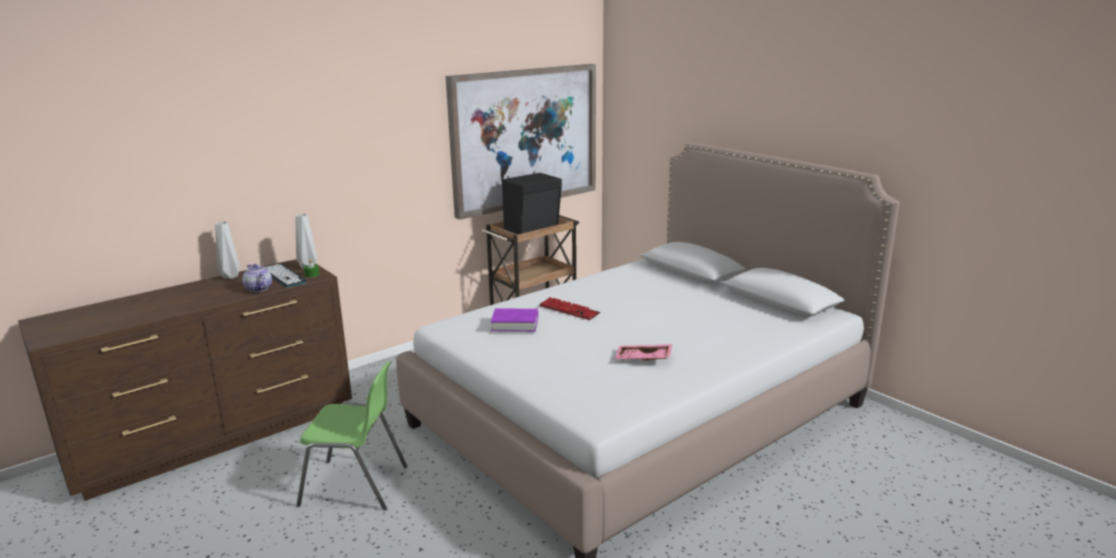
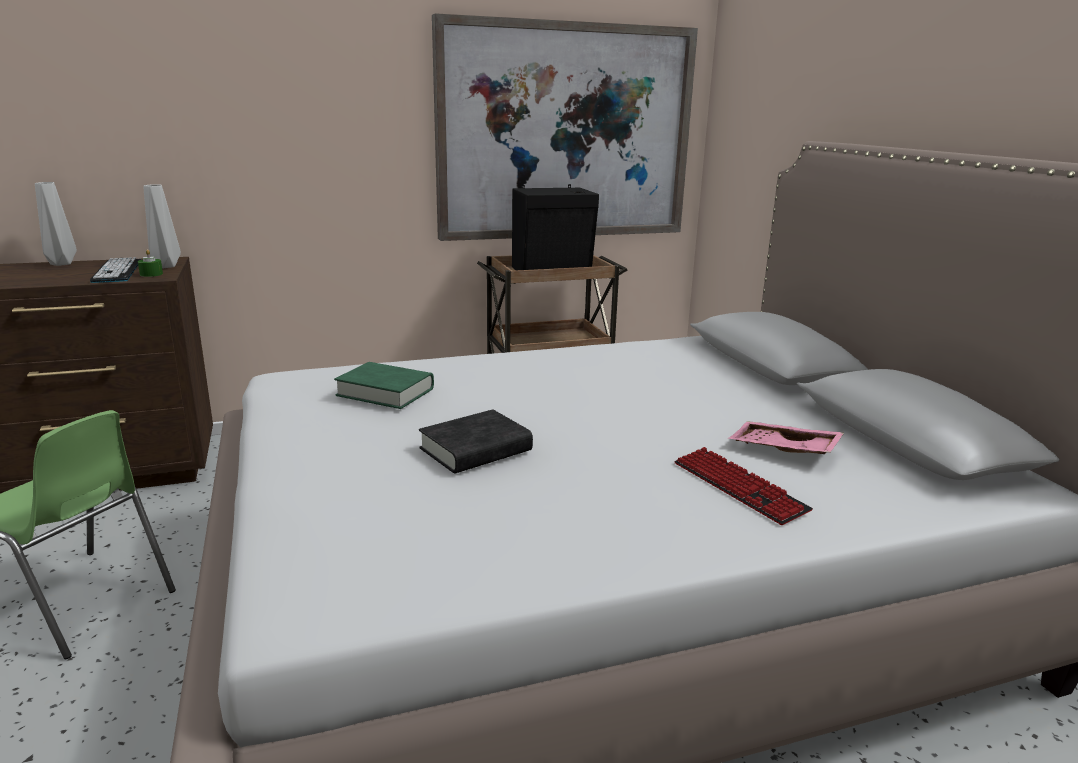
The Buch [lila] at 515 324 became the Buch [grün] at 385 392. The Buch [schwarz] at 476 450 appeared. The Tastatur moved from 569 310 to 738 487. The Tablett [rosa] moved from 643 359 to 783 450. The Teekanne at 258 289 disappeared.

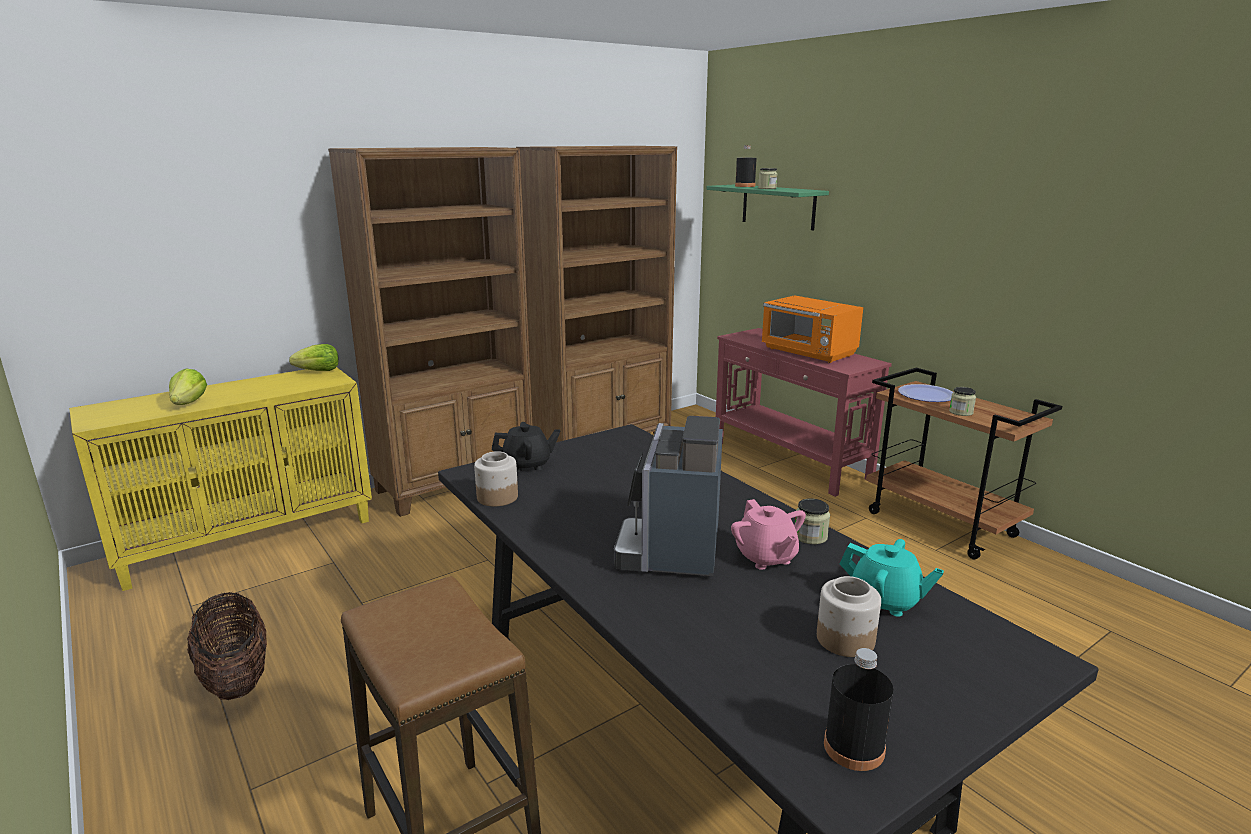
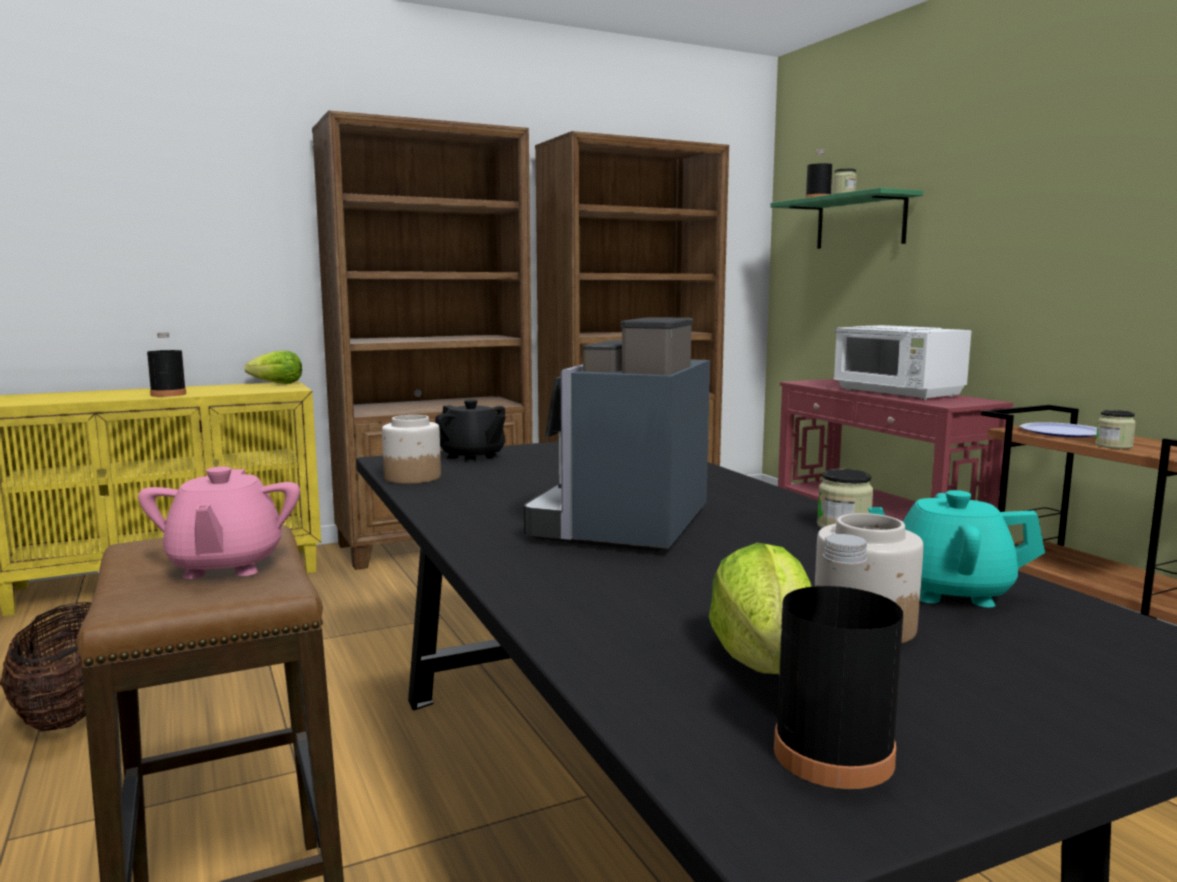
The Teekanne [rosa] moved from 766 557 to 225 566. The Flasche [schwarz] at 168 394 appeared. The Teekanne [schwarz] at 527 465 turned 45 degrees clockwise. The Salatkopf moved from 188 403 to 765 662. The Mikrowelle [orange] at 809 353 became the Mikrowelle [weiß] at 898 393. The Teekanne [türkis] at 885 601 turned 150 degrees clockwise.

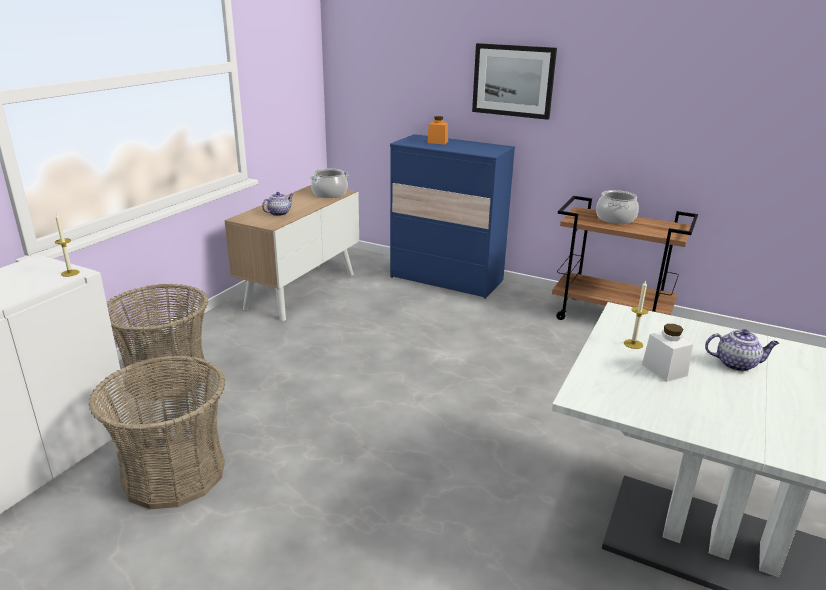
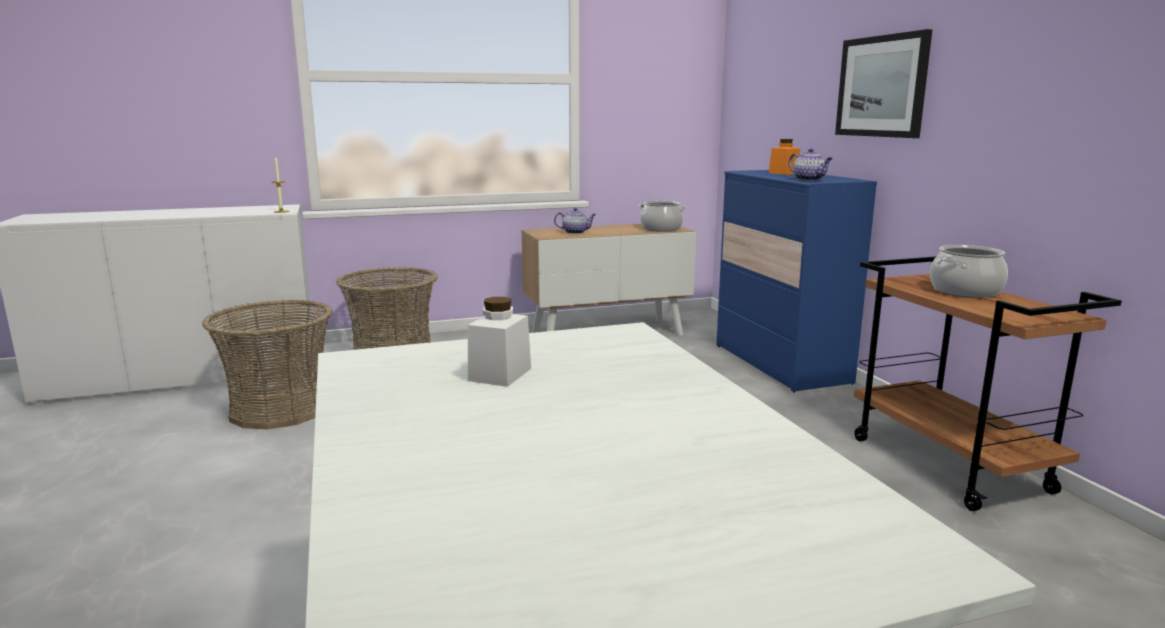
The Teekanne moved from 737 364 to 809 179. The Kerze at 633 344 disappeared.

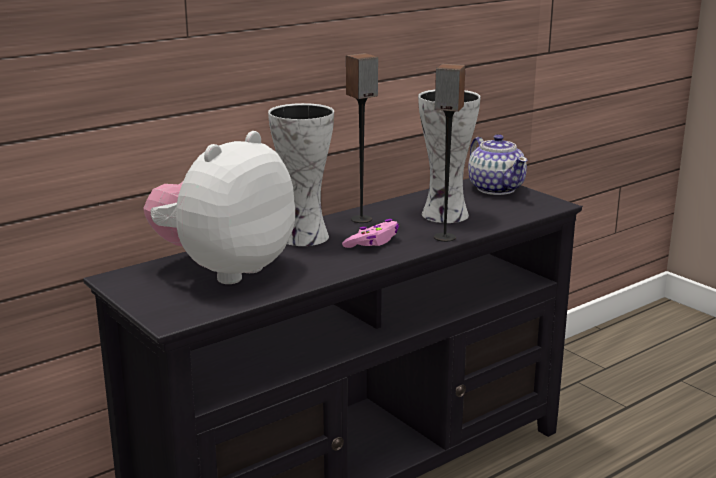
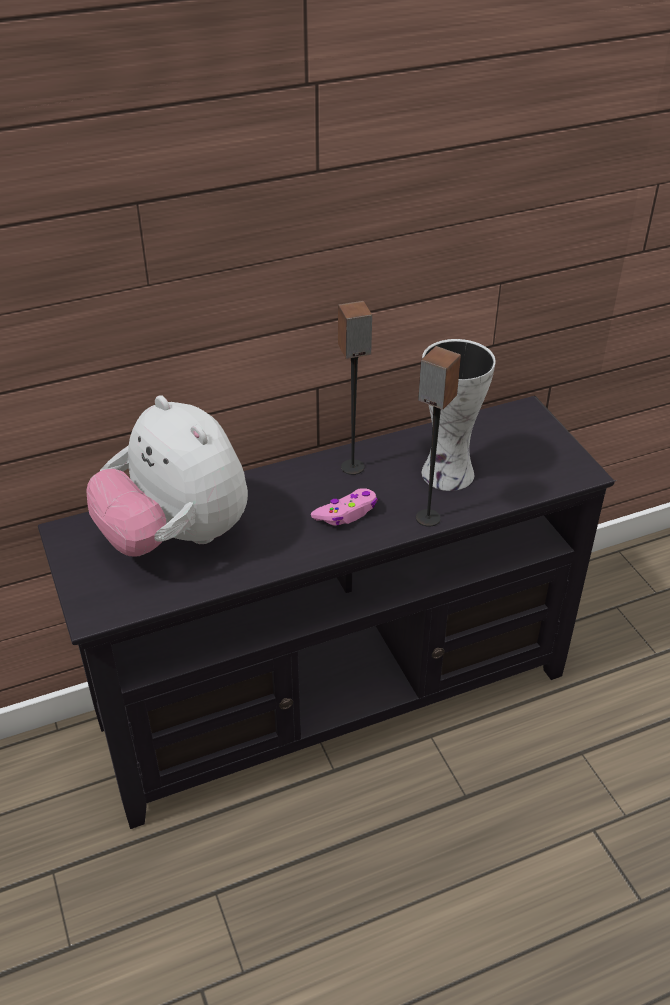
The Plüschtier at 225 270 turned 90 degrees counterclockwise. The Vase at 301 237 disappeared. The Teekanne at 496 188 disappeared.

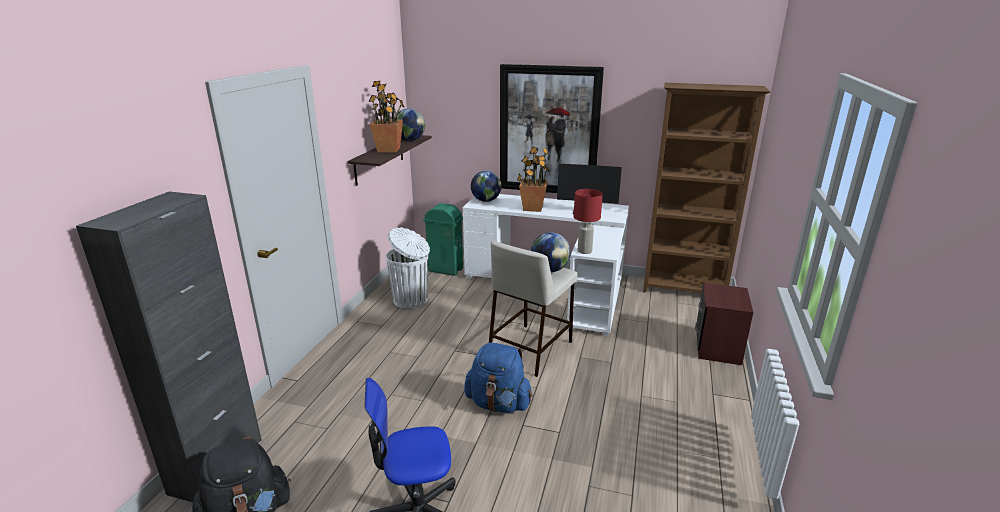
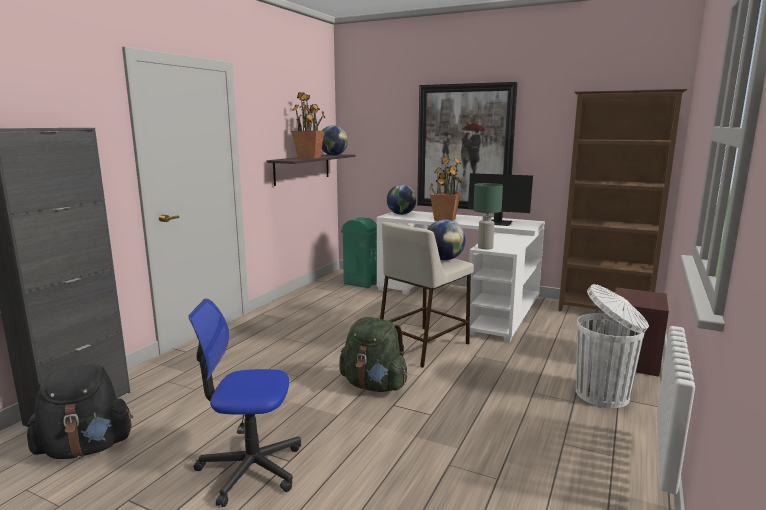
The Rucksack [blau] at 498 404 became the Rucksack [grün] at 374 385. The Tischlampe [rot] at 585 251 became the Tischlampe [grün] at 485 248. The Mülleimer [weiß] moved from 411 300 to 604 395.

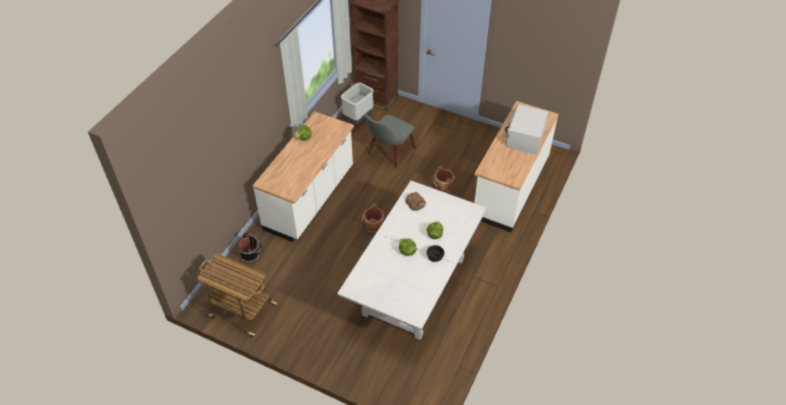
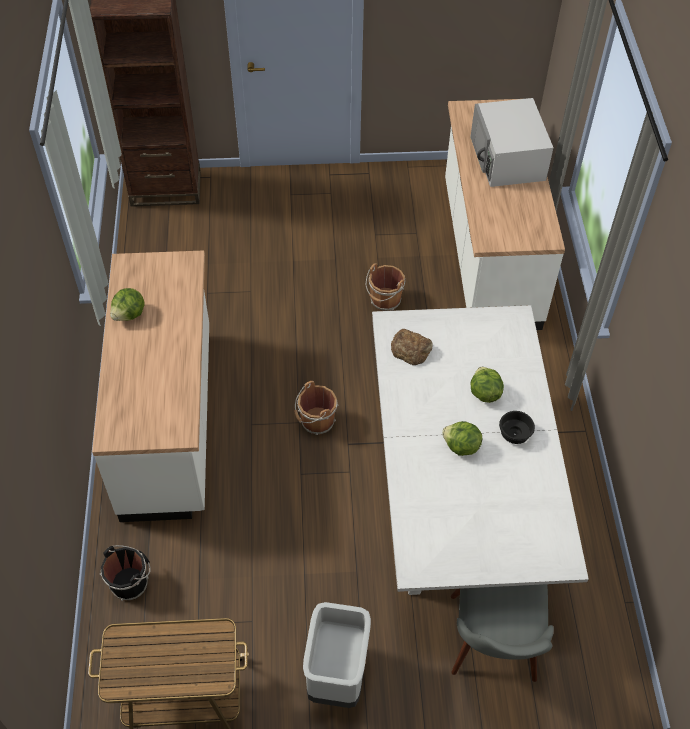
The Mülleimer [grau] moved from 358 119 to 336 675. The Stuhl [grau] moved from 388 154 to 494 651.

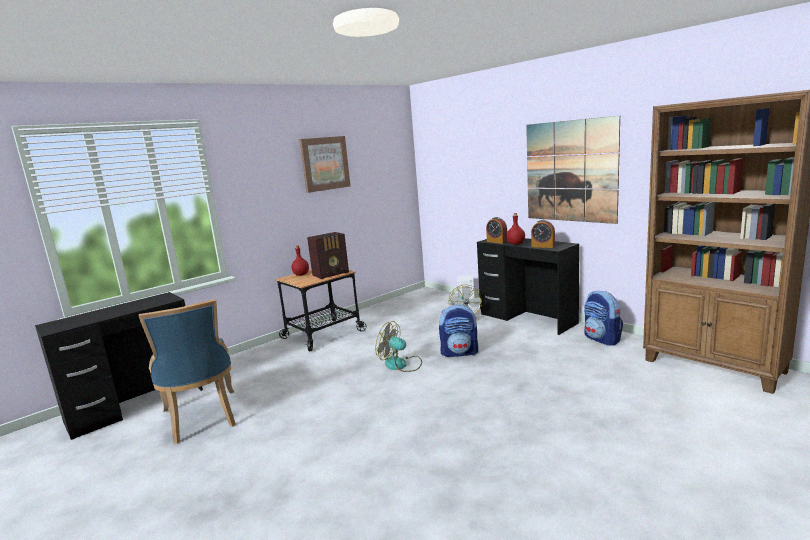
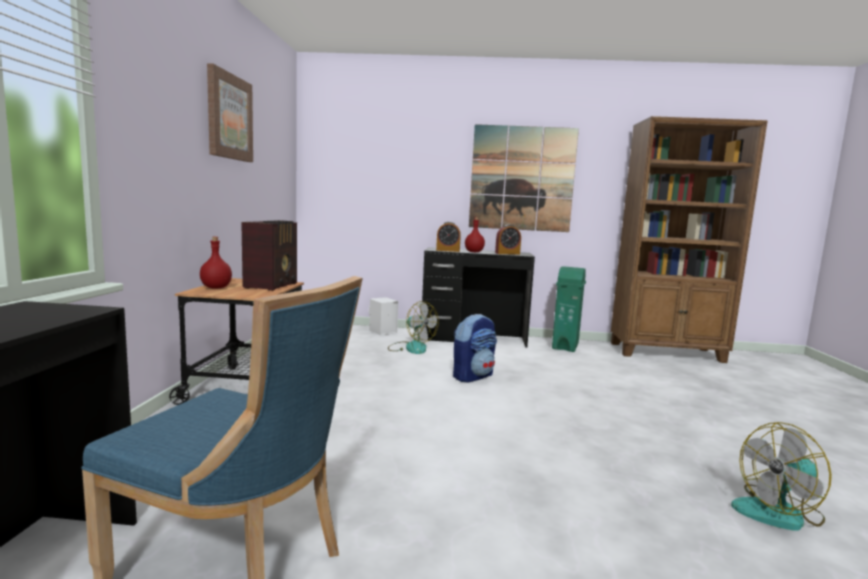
The Rucksack at 602 339 was replaced by the Mülleimer [grün] at 565 346. The Ventilator moved from 401 365 to 779 512.

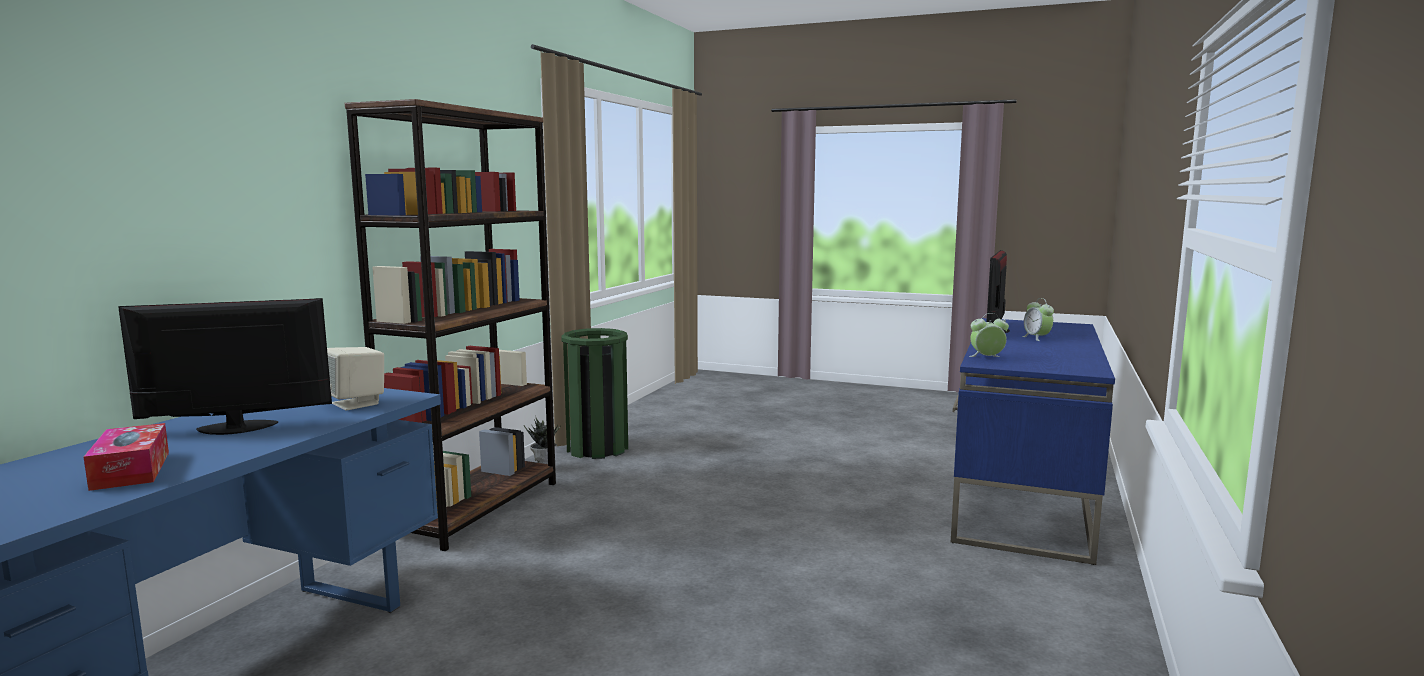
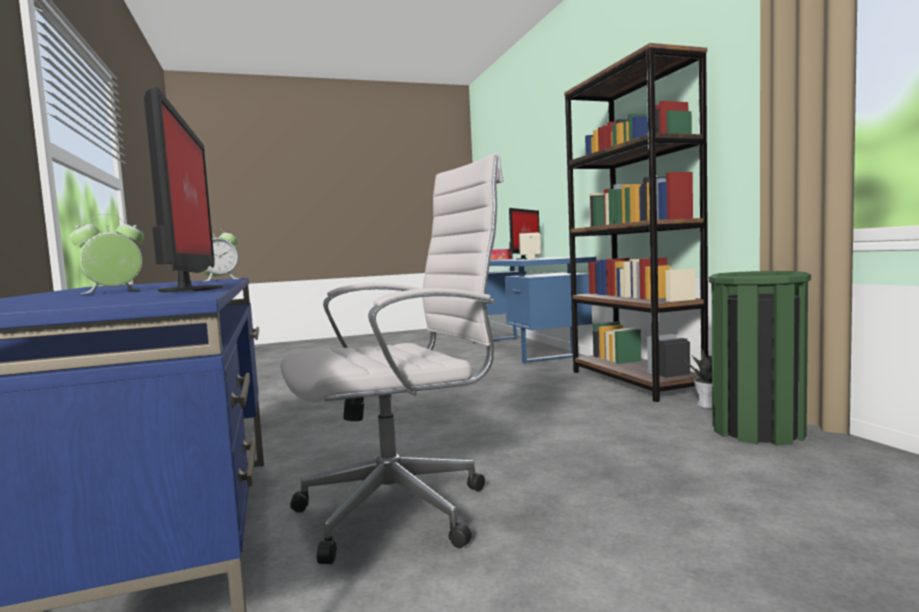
The Wecker at 1037 338 turned 75 degrees counterclockwise. The Bürostuhl [weiß] at 403 510 appeared.

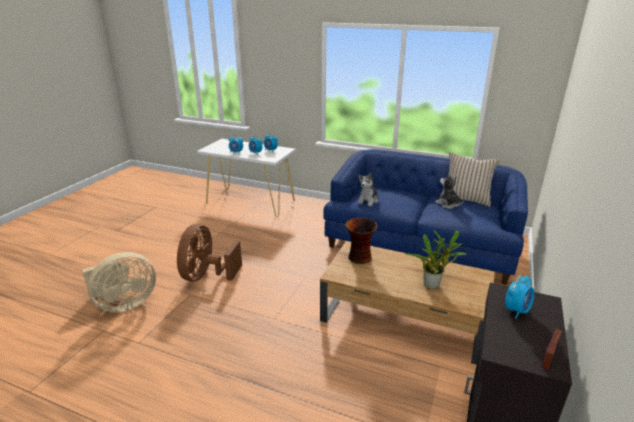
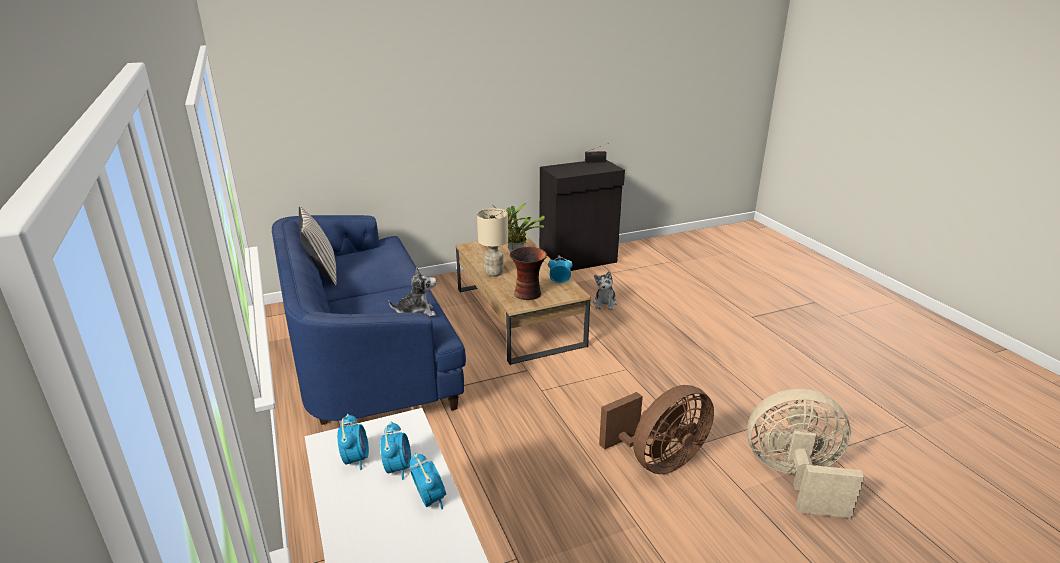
The Tischlampe [beige] at 493 273 appeared. The Wecker moved from 516 310 to 559 281. The Plüschtier moved from 448 204 to 605 303.

